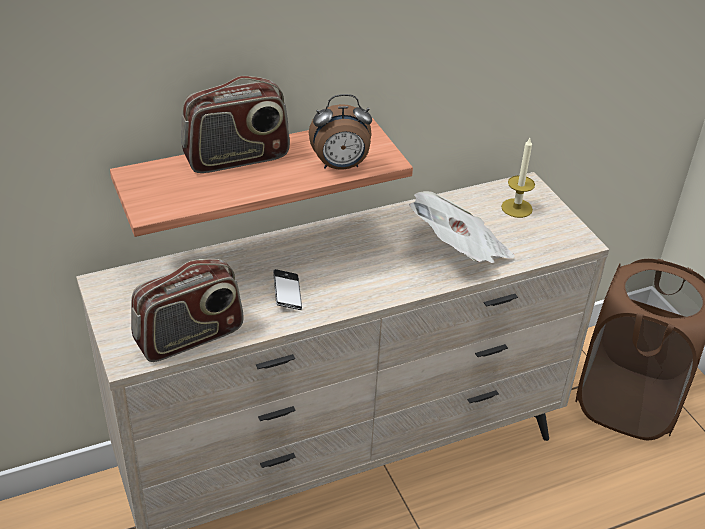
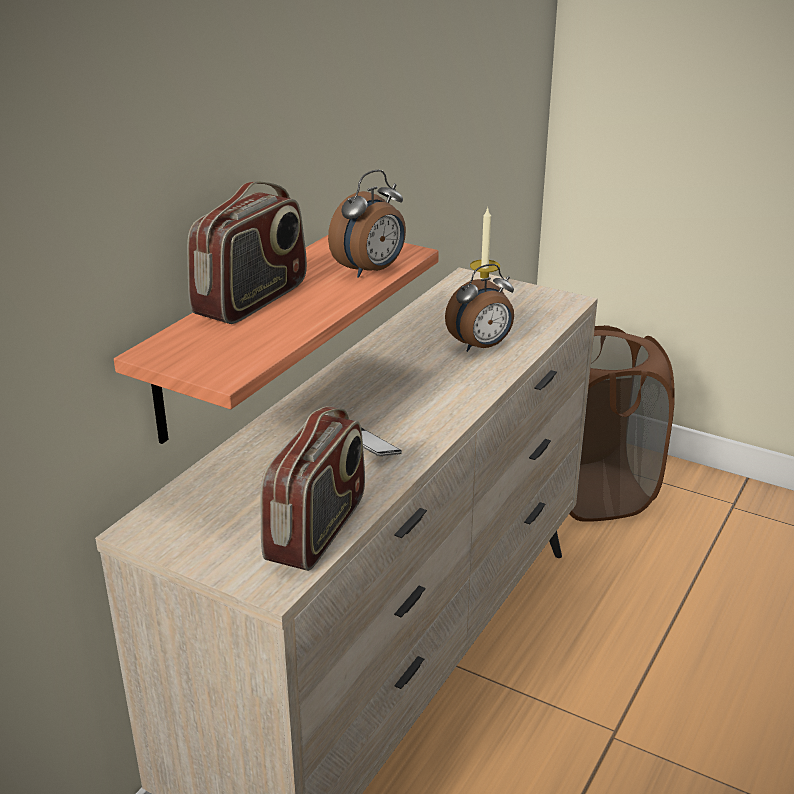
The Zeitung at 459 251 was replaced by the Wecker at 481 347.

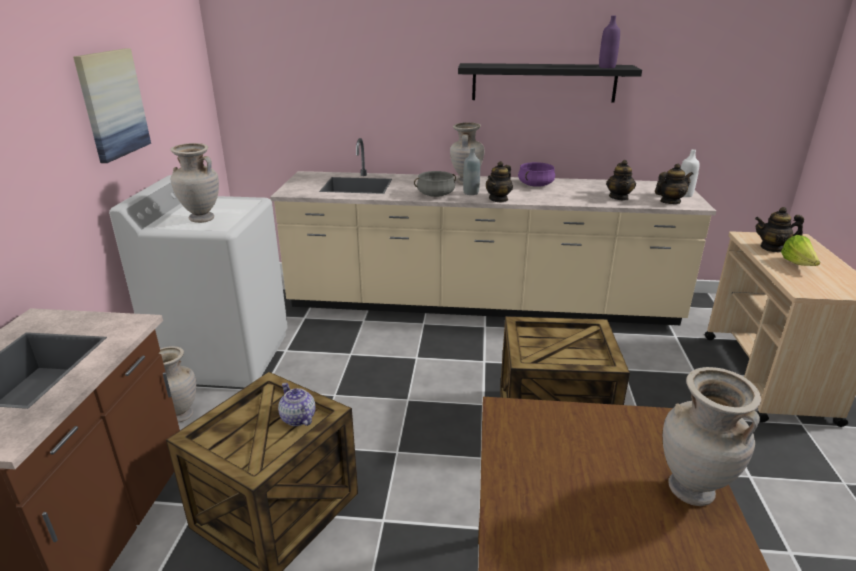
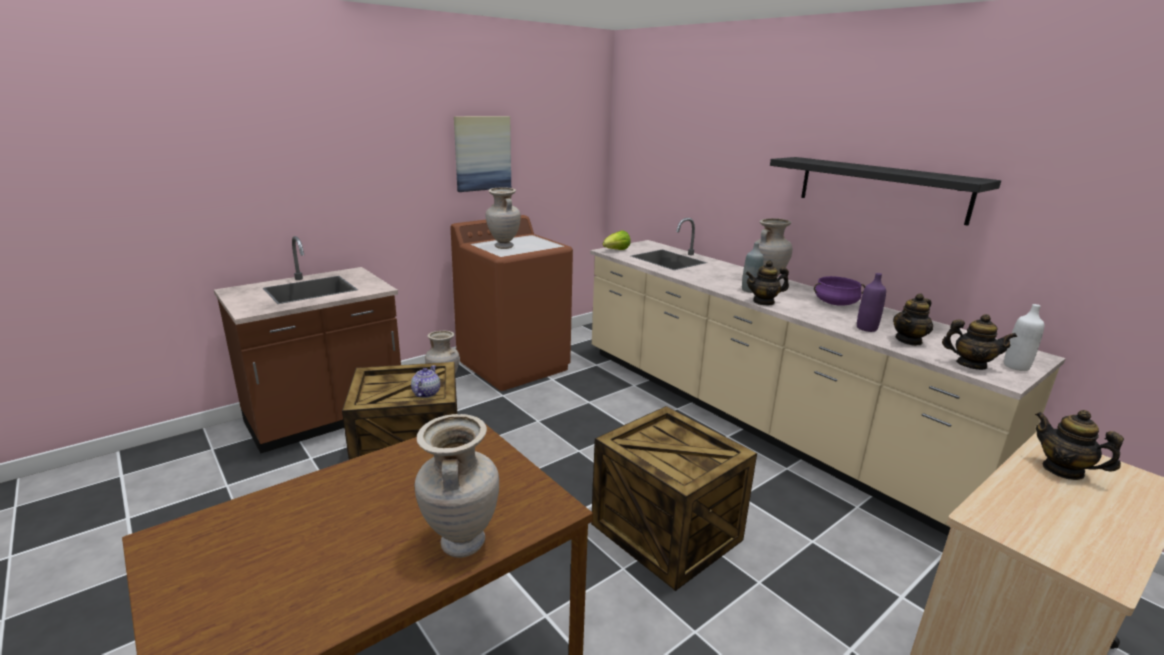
The Waschmaschine [weiß] at 225 355 became the Waschmaschine [braun] at 514 365. The Salatkopf moved from 798 264 to 616 251. The Flasche [lila] moved from 607 67 to 866 328. The Kochtopf [grau] at 435 194 disappeared.

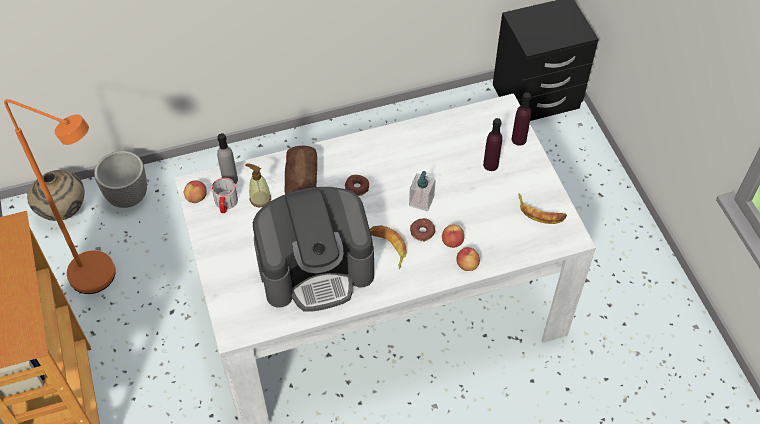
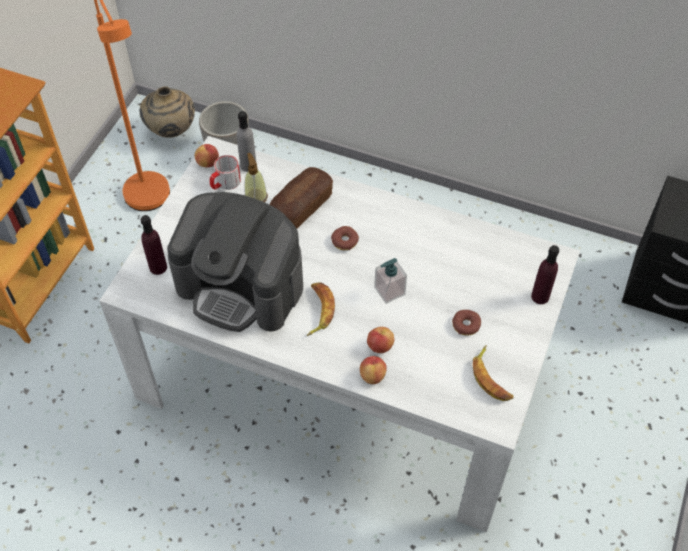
The Flasche [lila] moved from 490 165 to 158 267. The Donut moved from 422 232 to 466 325.

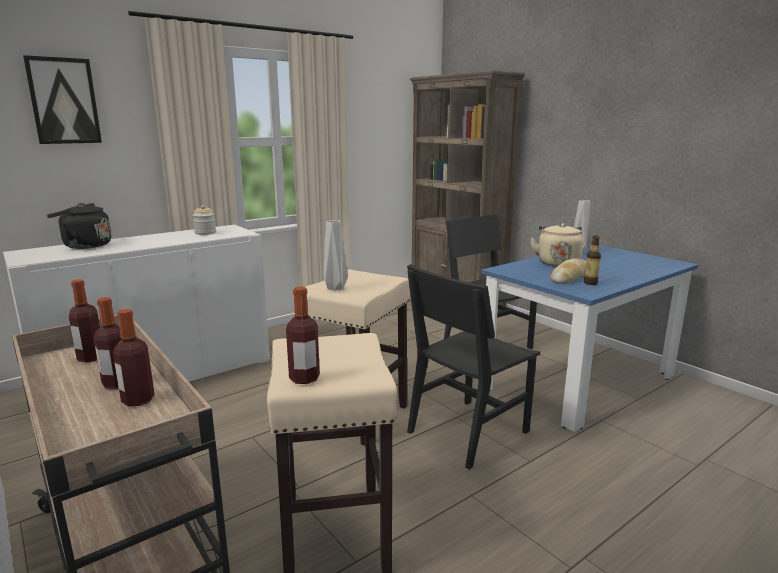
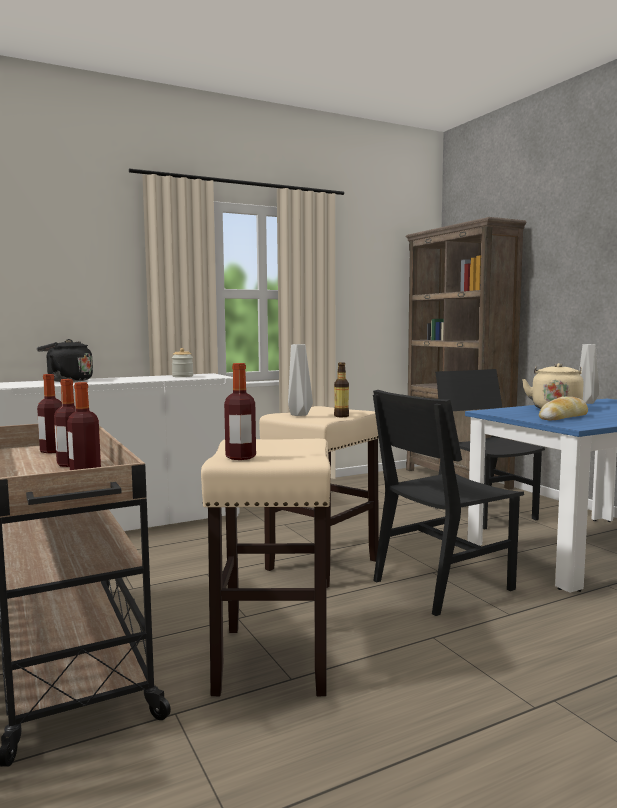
The Flasche moved from 590 283 to 341 416. The Bild at 64 101 disappeared.

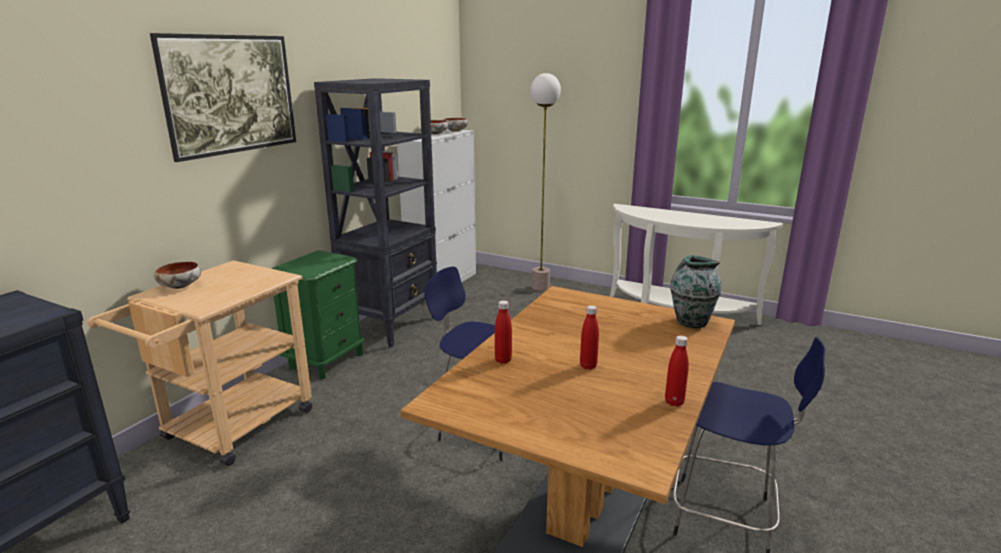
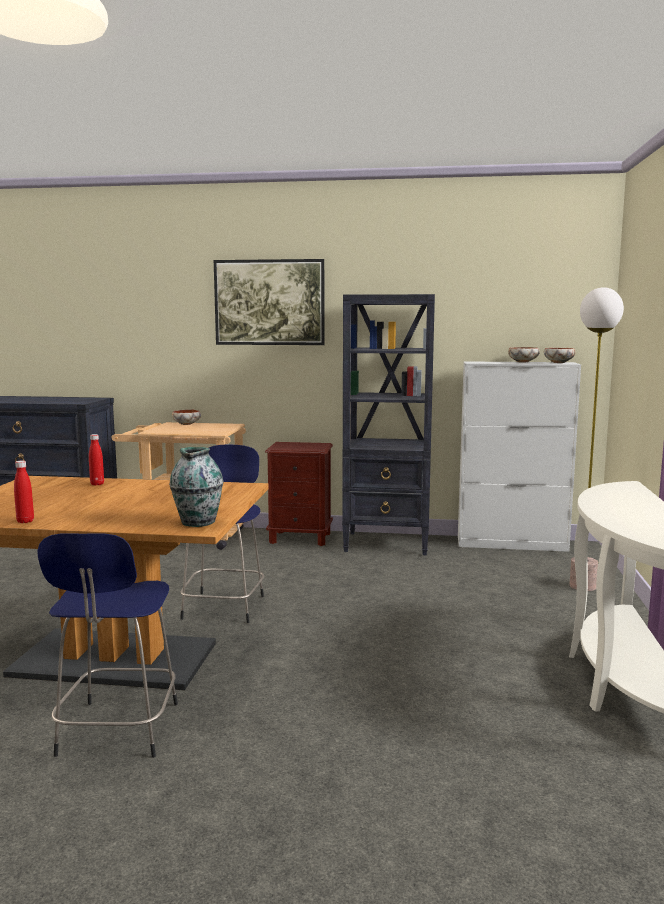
The Nachttisch [grün] at 326 360 became the Nachttisch [braun] at 300 538. The Flasche [rot] at 588 366 disappeared.

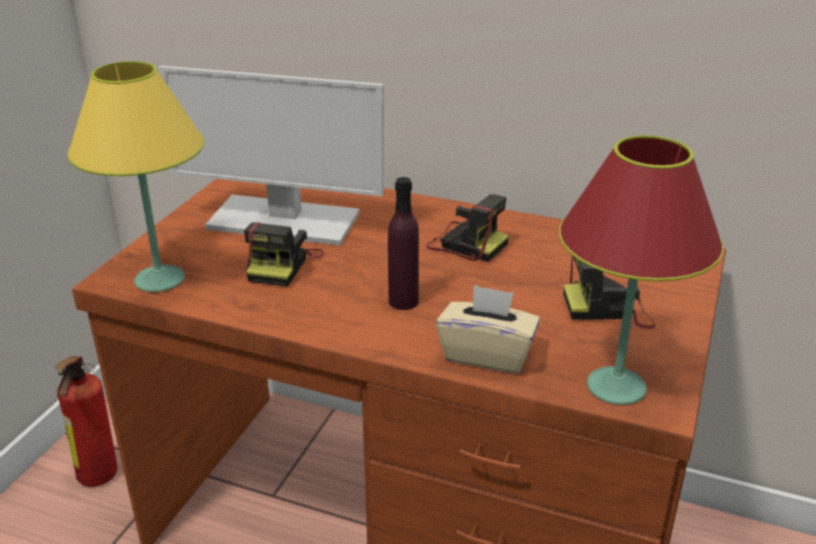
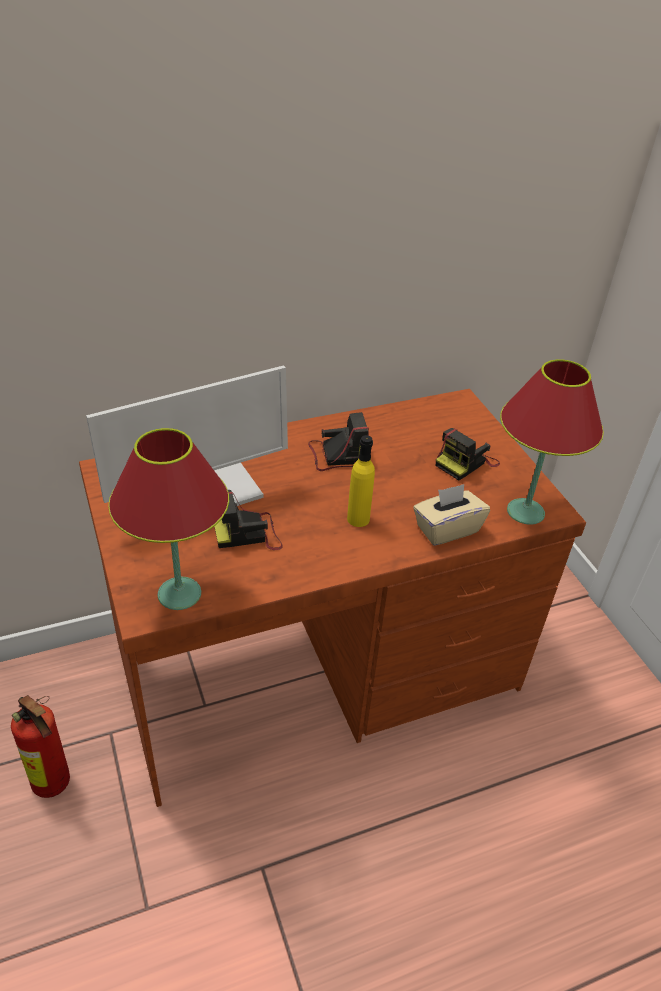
The Tischlampe [gelb] at 160 279 became the Tischlampe [rot] at 180 593. The Kamera at 283 265 turned 105 degrees clockwise. The Flasche [lila] at 403 301 became the Flasche [gelb] at 358 519.

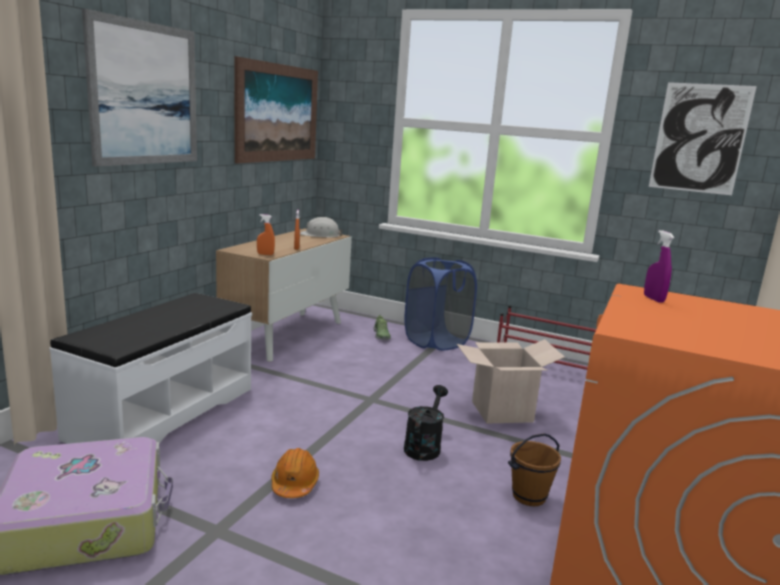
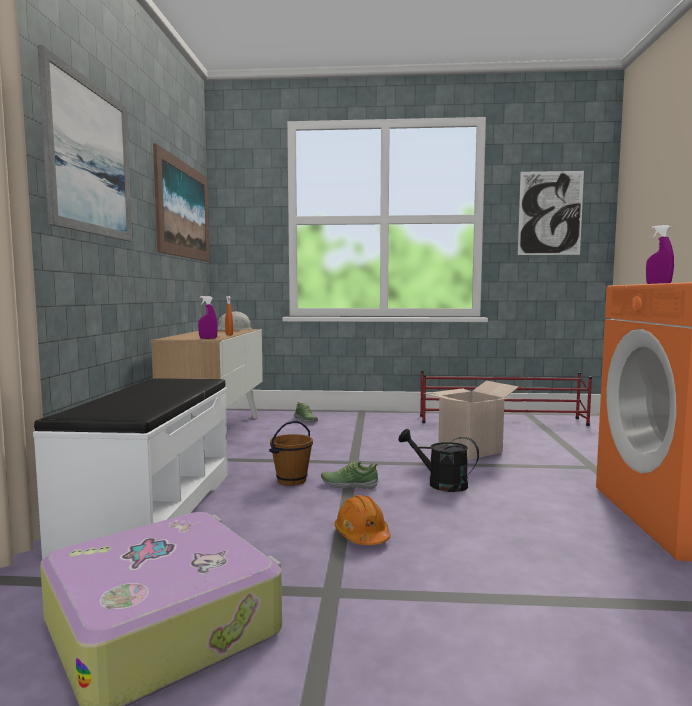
The Sprühflasche [orange] at 265 254 became the Sprühflasche [lila] at 208 338. The Eimer [braun] moved from 528 496 to 291 480. The Schuh at 349 485 appeared. The Gießkanne [schwarz] at 424 446 turned 60 degrees counterclockwise. The Wäschekorb [blau] at 436 341 disappeared.

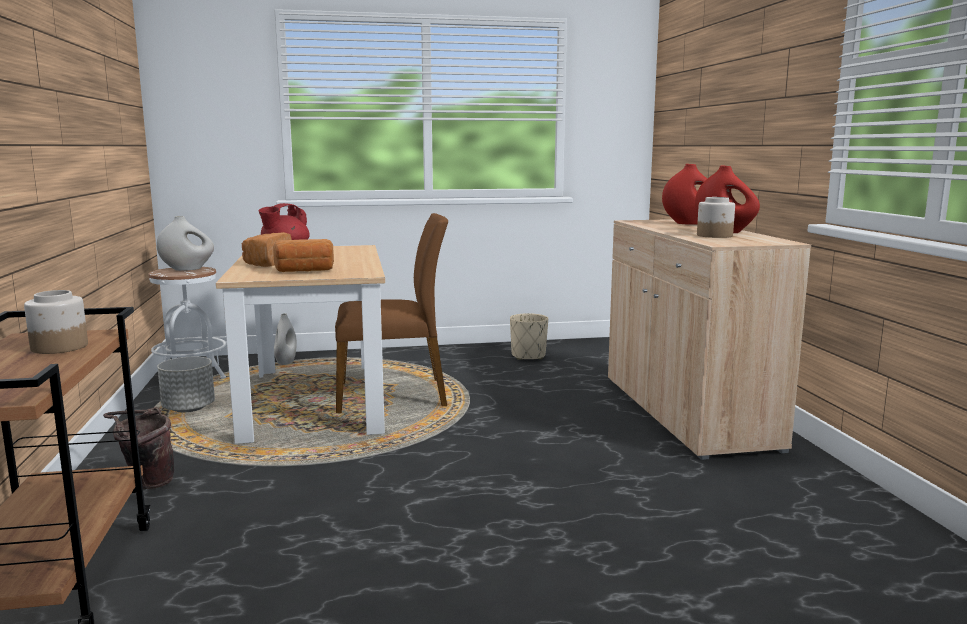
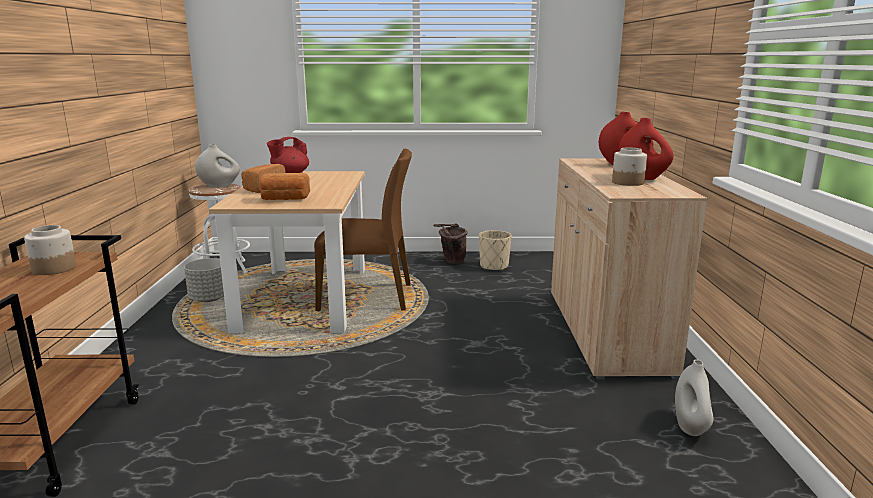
The Eimer [braun] moved from 146 483 to 451 261. The Vase [weiß] moved from 286 362 to 690 427.

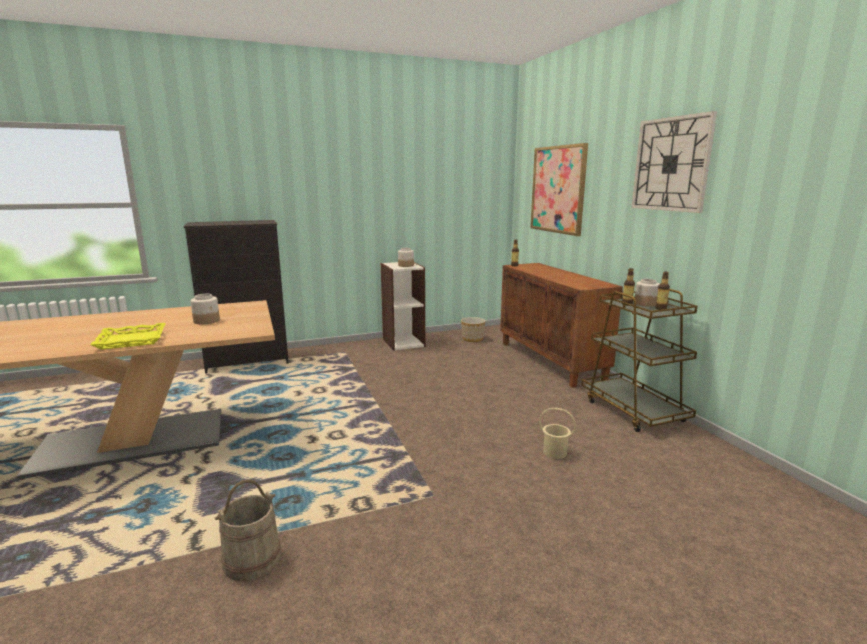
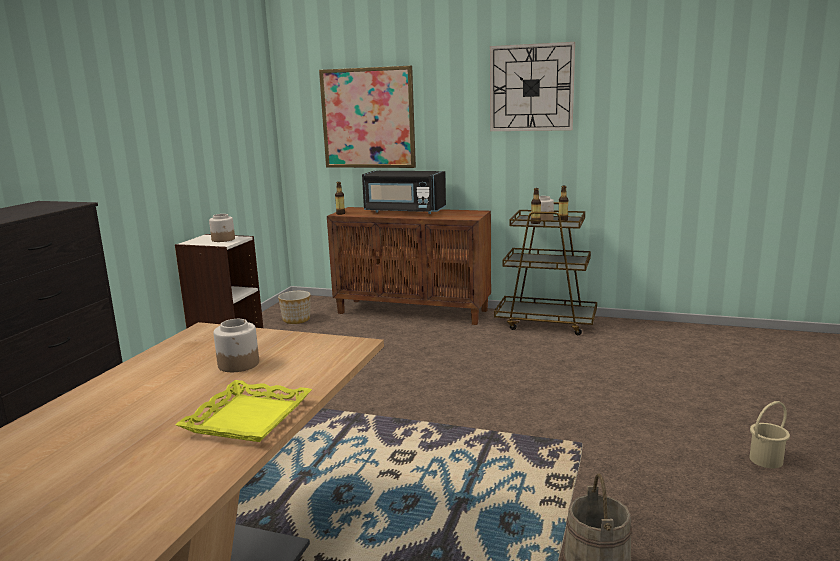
The Mikrowelle [schwarz] at 404 211 appeared. The Eimer [beige] moved from 555 453 to 766 460.

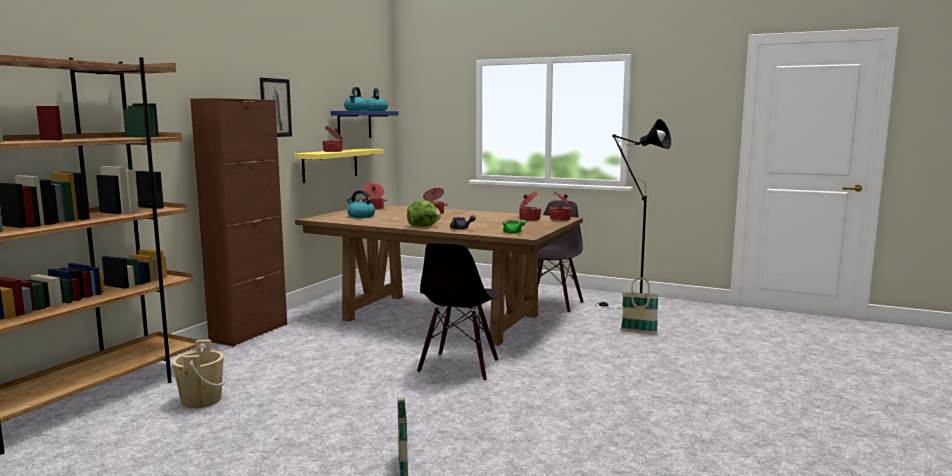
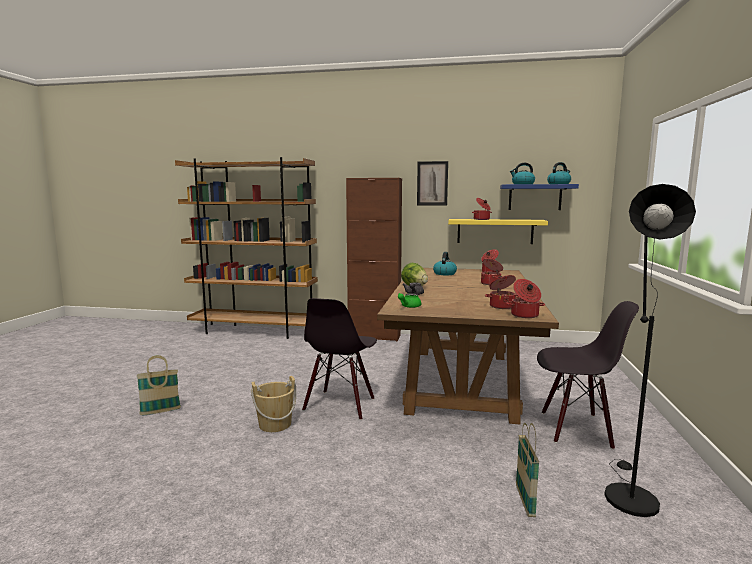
The Eimer [beige] moved from 201 400 to 275 424. The Stuhl [schwarz] at 459 367 turned 75 degrees counterclockwise.

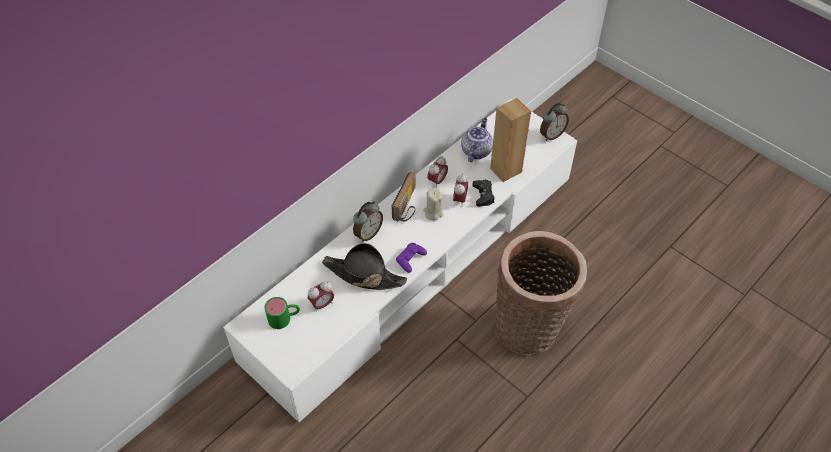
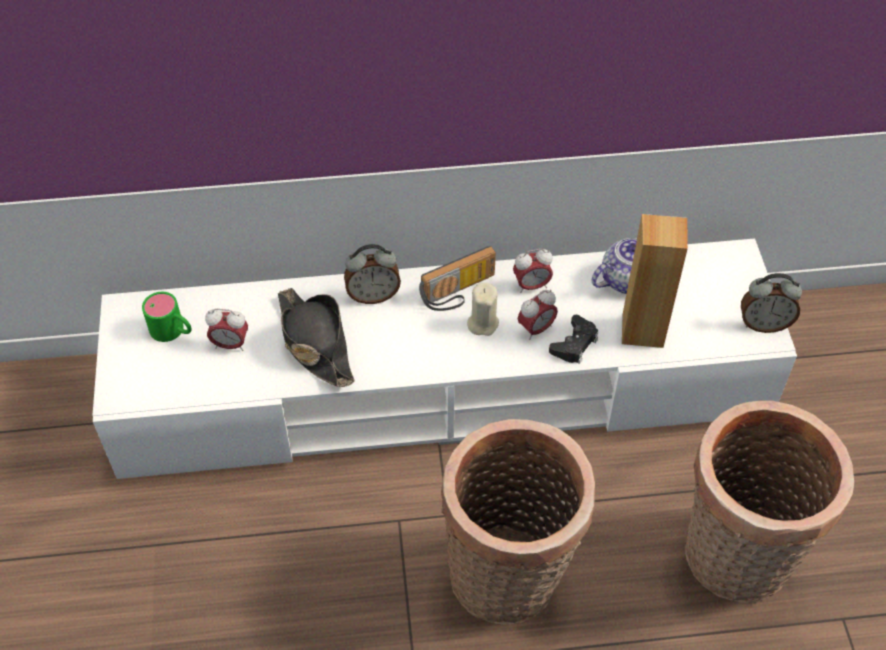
The Korb at 735 561 appeared. The Gamepad [lila] at 410 259 disappeared.

